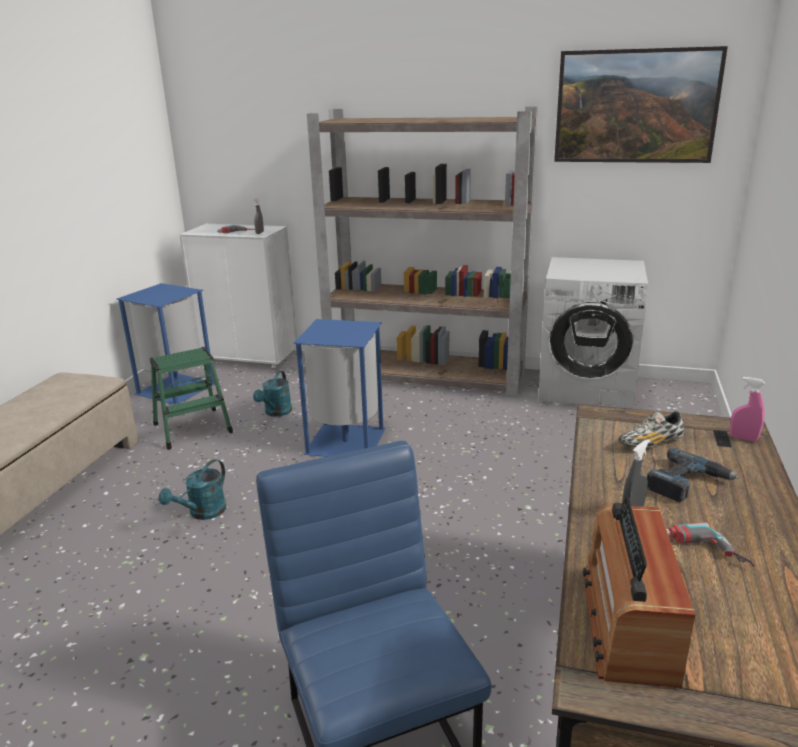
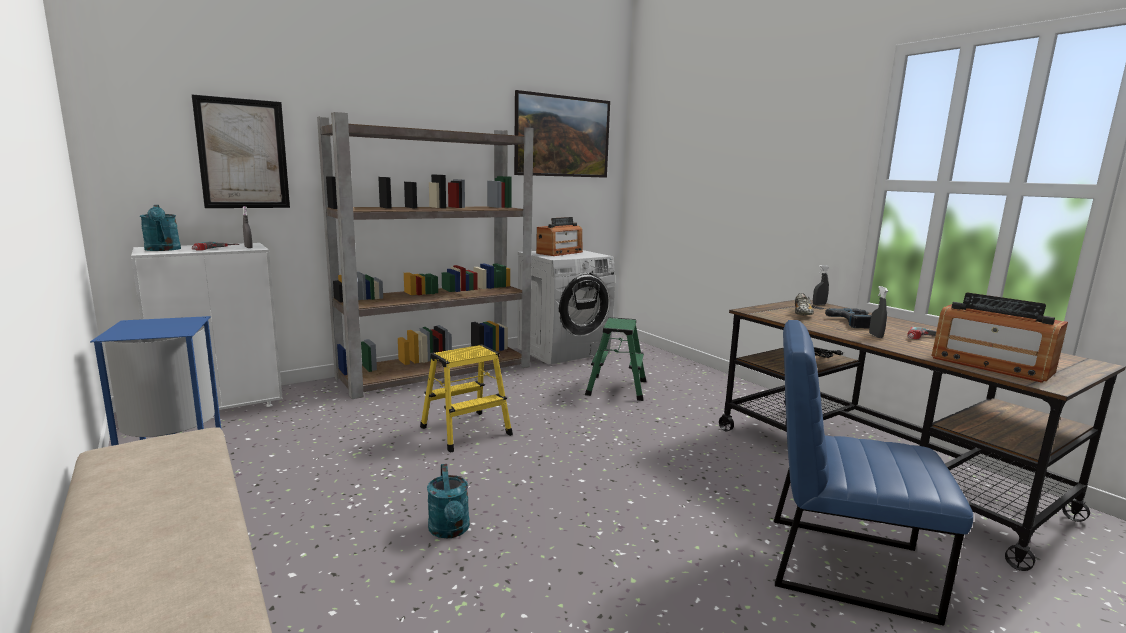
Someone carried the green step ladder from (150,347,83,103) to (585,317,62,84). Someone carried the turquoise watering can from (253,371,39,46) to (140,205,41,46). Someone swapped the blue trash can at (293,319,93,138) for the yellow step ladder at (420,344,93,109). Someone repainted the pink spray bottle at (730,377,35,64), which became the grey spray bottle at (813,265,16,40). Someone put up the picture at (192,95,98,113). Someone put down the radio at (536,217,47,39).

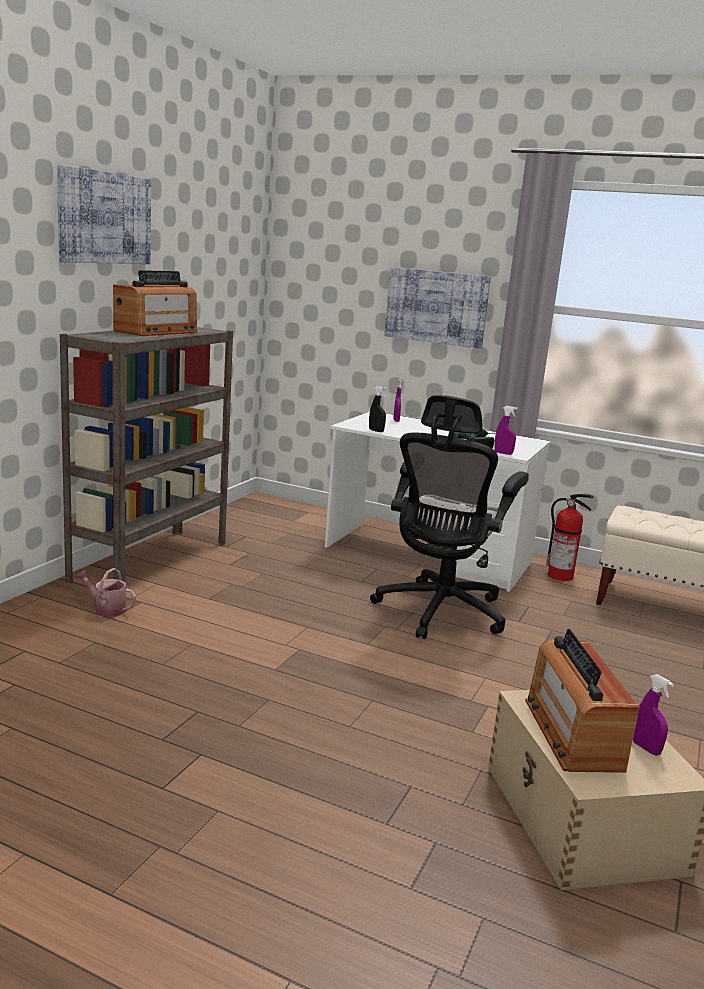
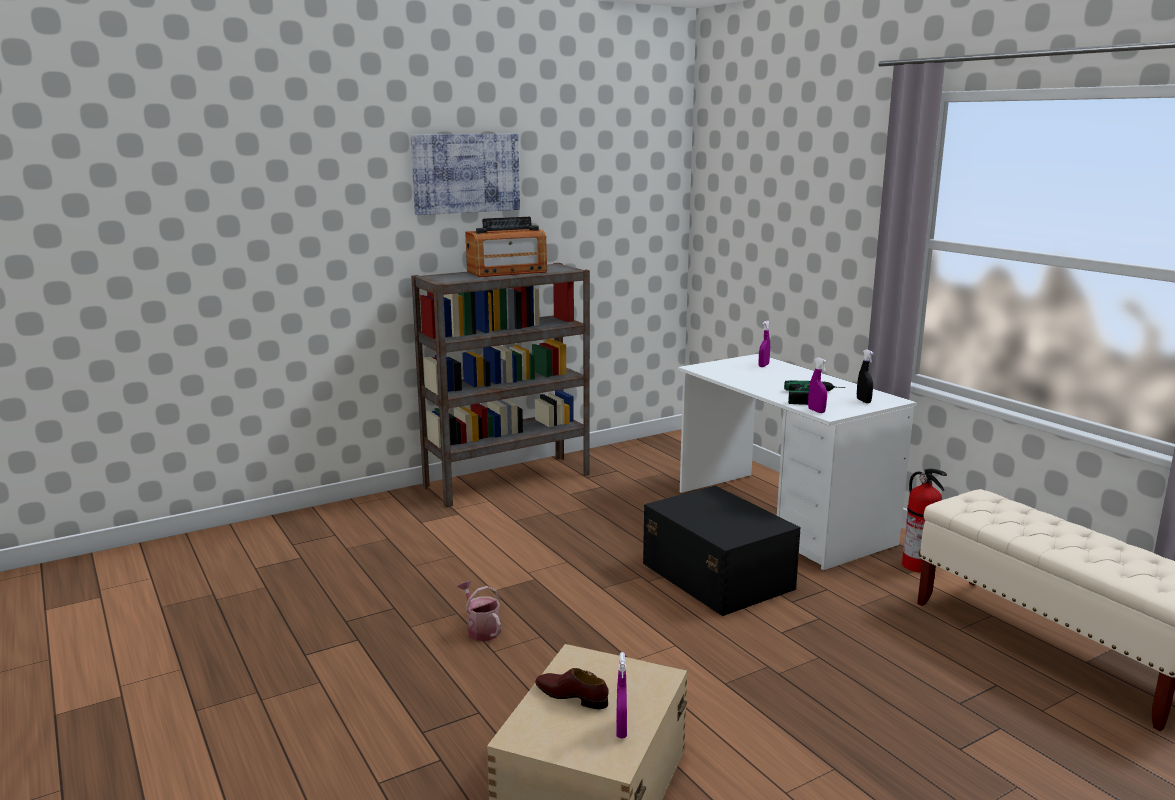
Someone carried the watering can from (76,568,60,49) to (458,581,43,60). Someone carried the black spray bottle from (369,386,18,46) to (857,349,17,54). Someone swapped the office chair at (370,395,159,244) for the black storage box at (643,485,158,131). Someone took away the picture at (384,267,107,82). Someone swapped the radio at (525,629,115,144) for the brown shoe at (535,668,74,41).

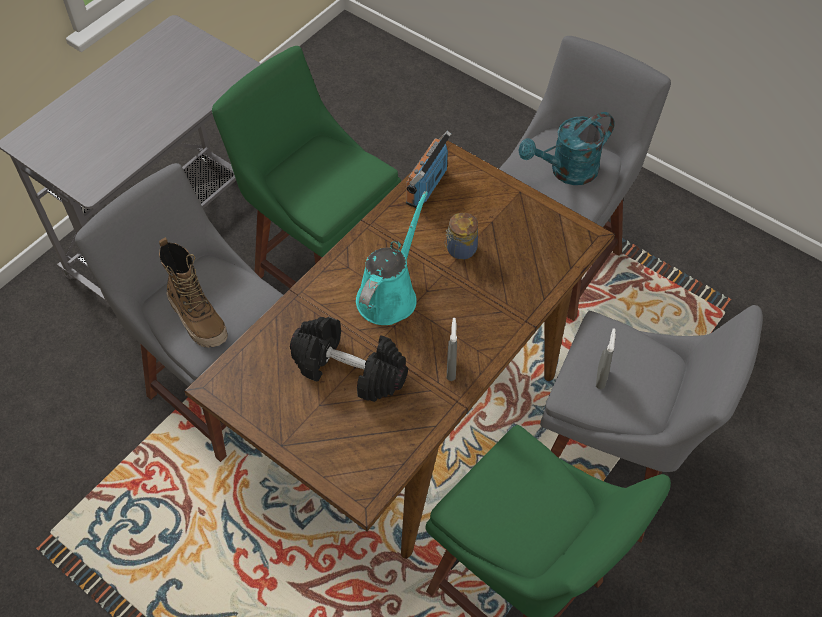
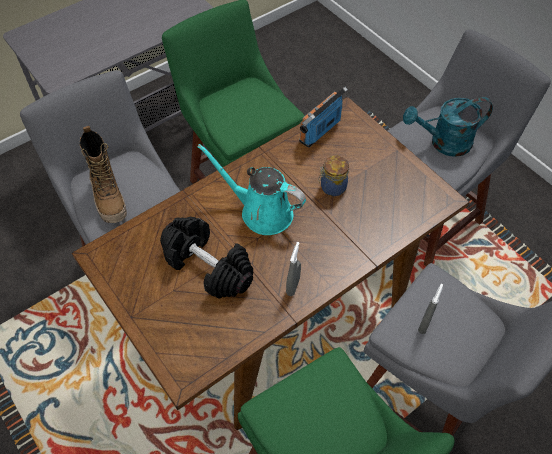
Someone rotated the turquoise watering can at (356,191,72,134) by 105 degrees counterclockwise.

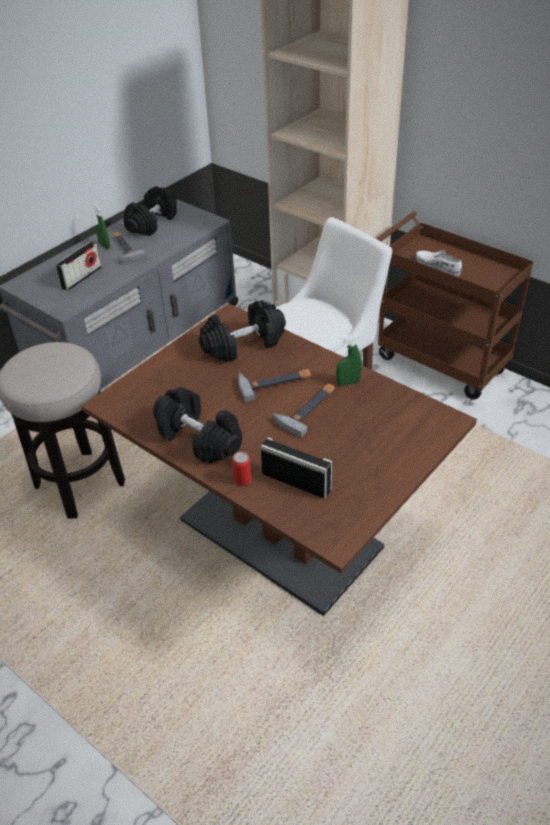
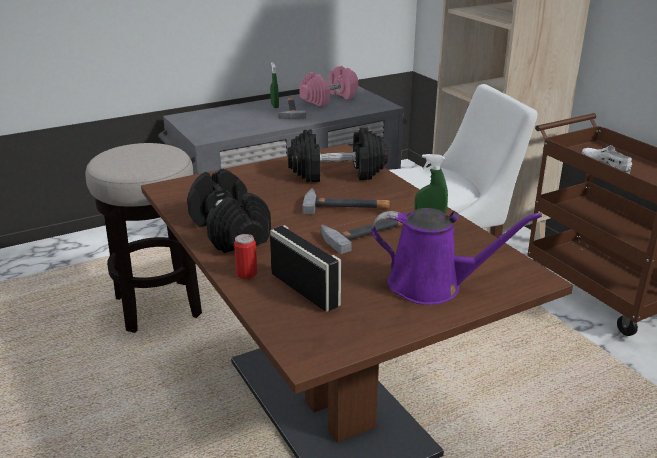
Someone took away the radio at (55,242,47,49). Someone repainted the black dumbbell at (123,186,54,50), which became the pink dumbbell at (299,66,59,40). Someone put down the purple watering can at (371,208,171,97).

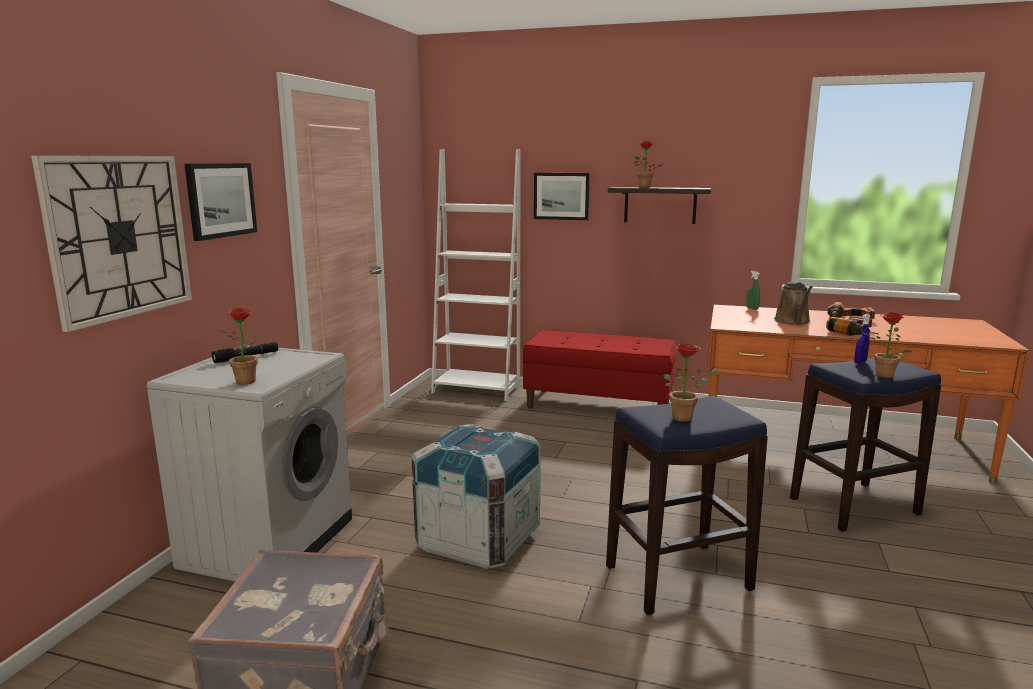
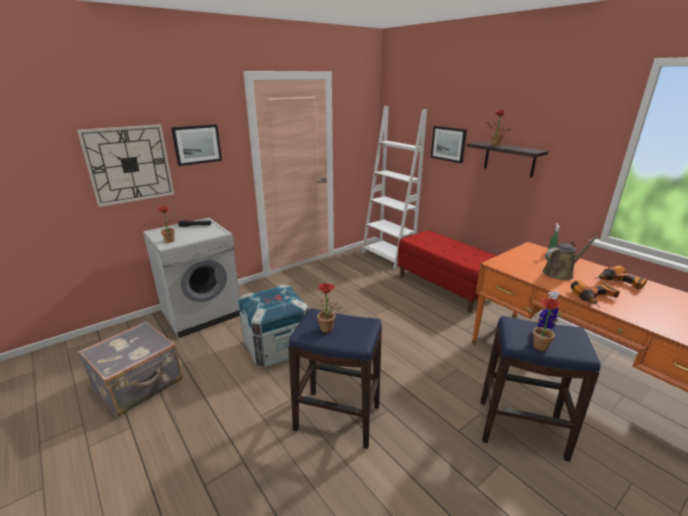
Someone rotated the brown watering can at (774,282,39,43) by 150 degrees counterclockwise.

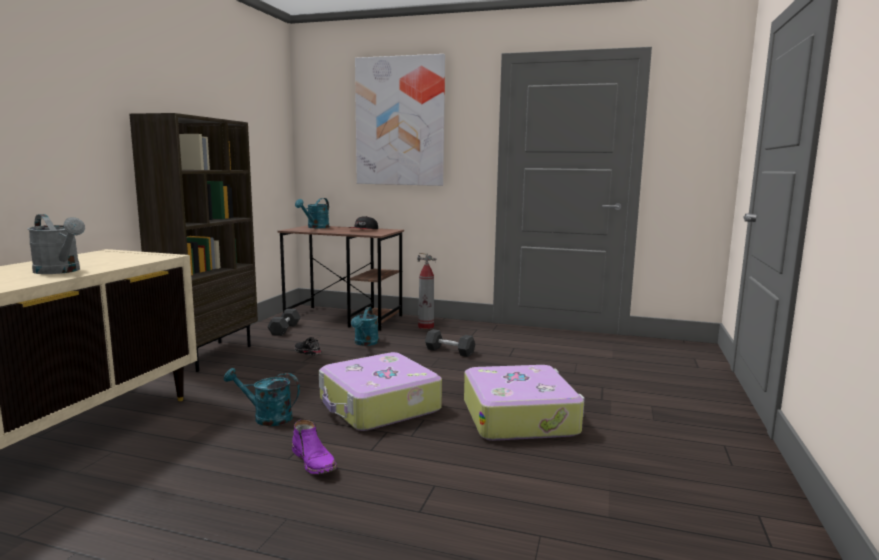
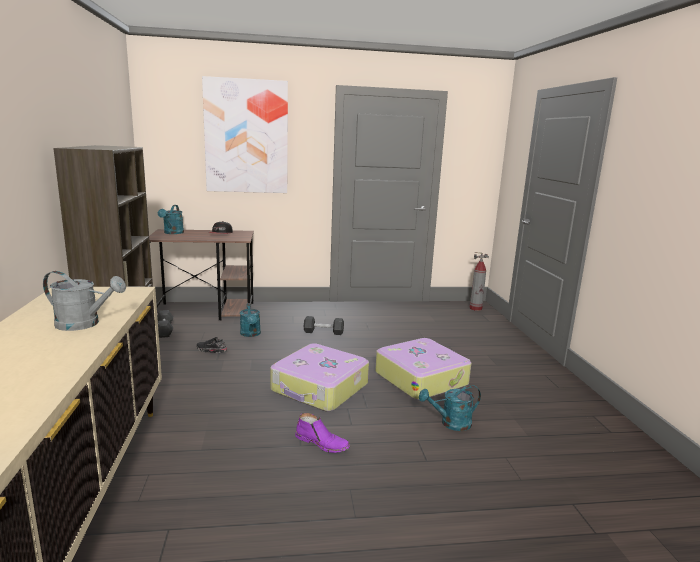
Someone carried the turquoise watering can from (224,368,76,58) to (419,385,62,46). Someone carried the fire extinguisher from (417,253,19,76) to (470,252,19,59).

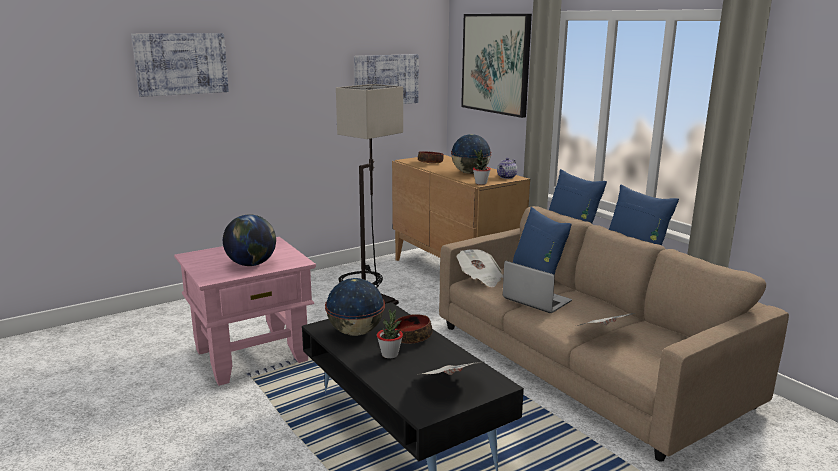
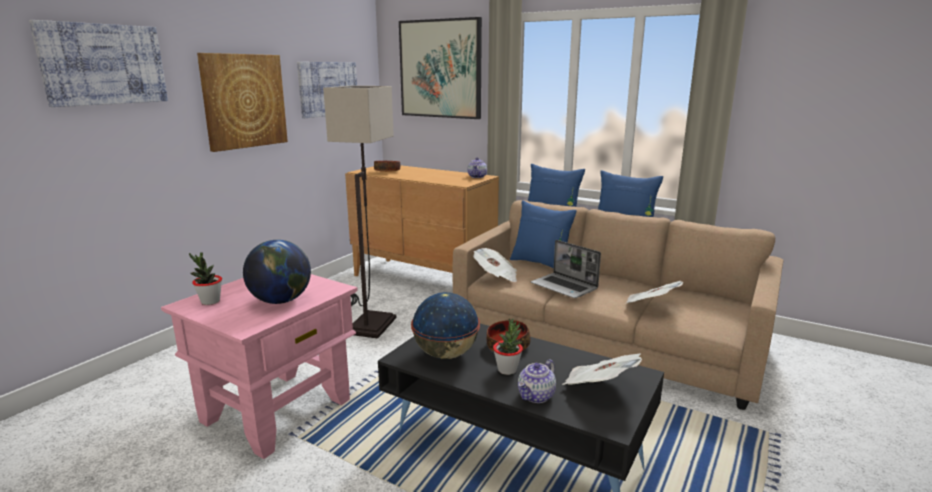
Someone took away the globe at (451,134,41,40). Someone carried the potted plant from (473,149,18,36) to (189,252,33,53). Someone rotated the laptop at (503,261,69,52) by 150 degrees counterclockwise. Someone put up the picture at (197,53,91,99). Someone put down the teapot at (518,359,38,44).

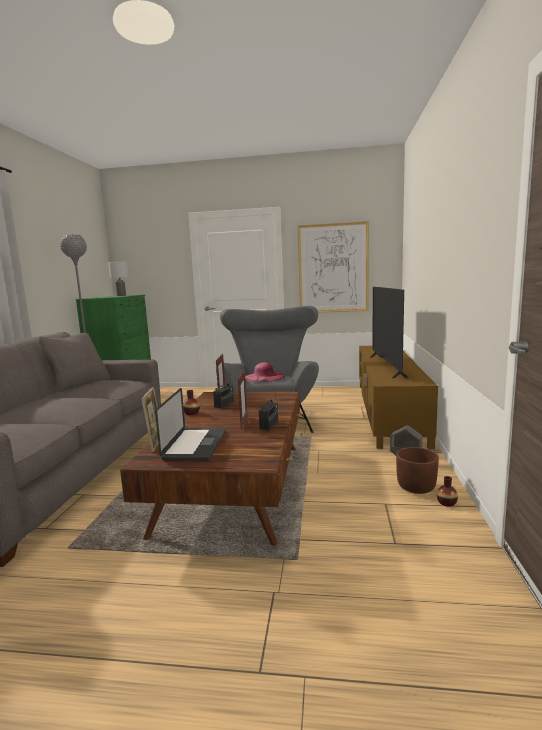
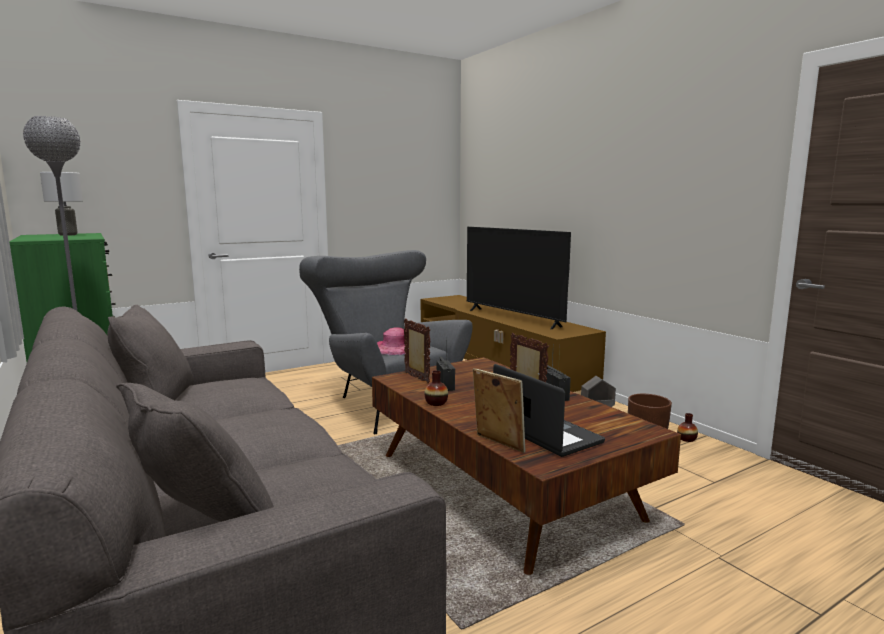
Someone took away the picture at (298,221,71,92).

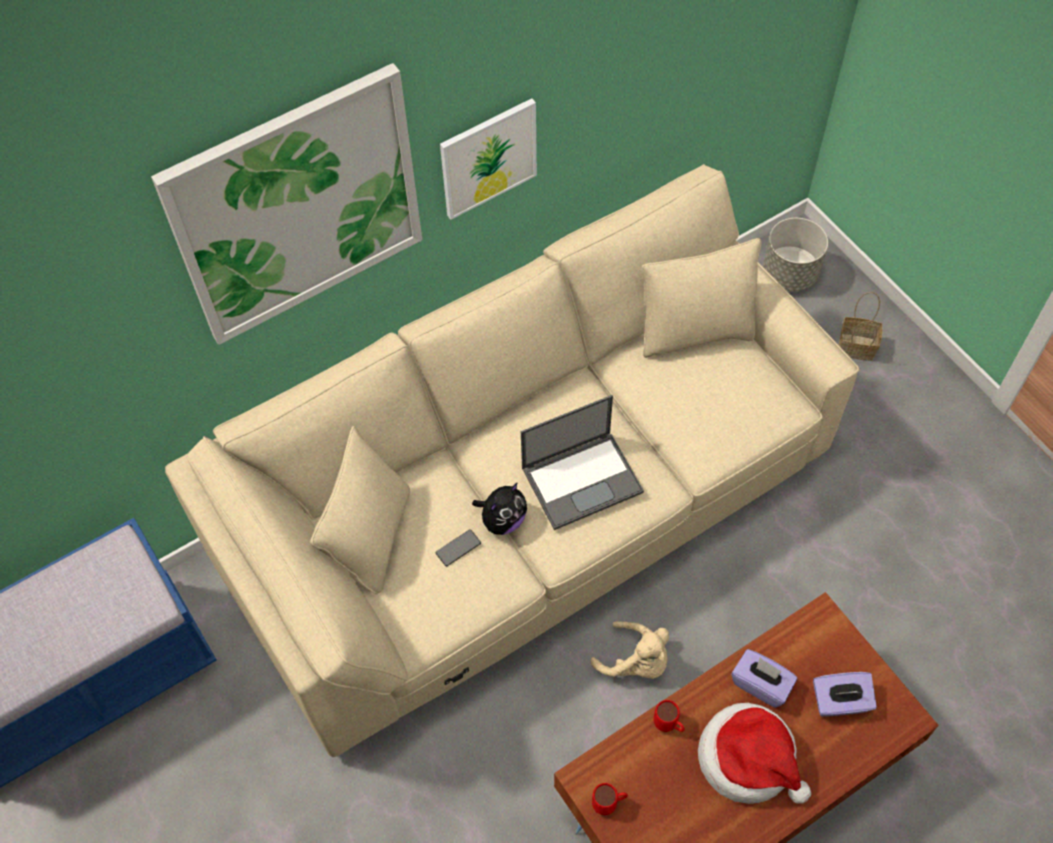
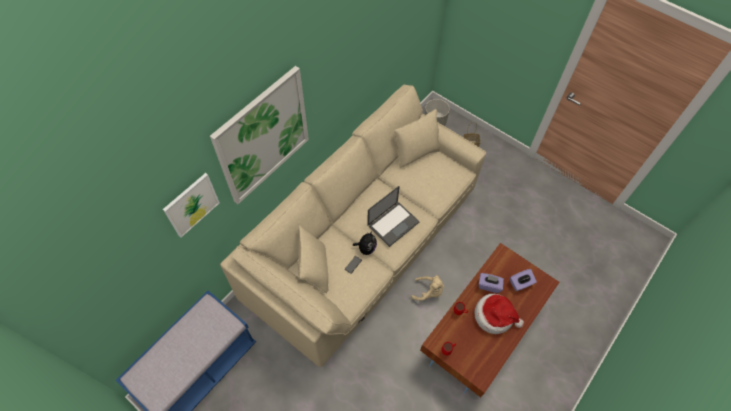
Someone carried the picture from (440,98,97,122) to (163,173,57,65).

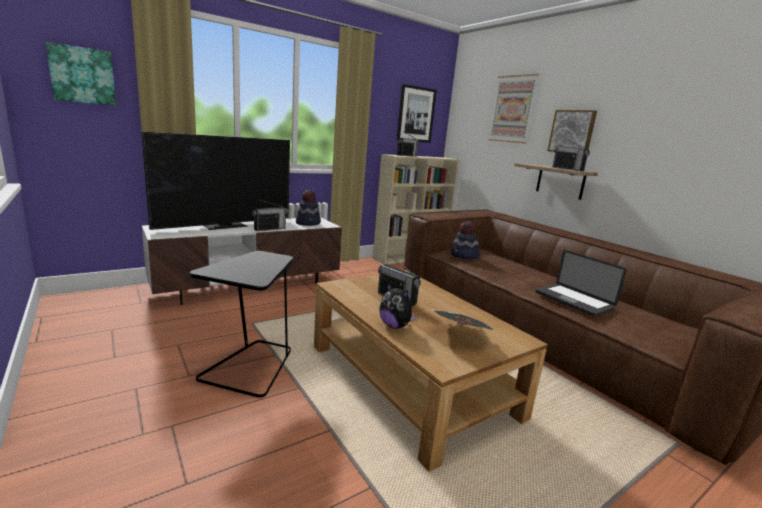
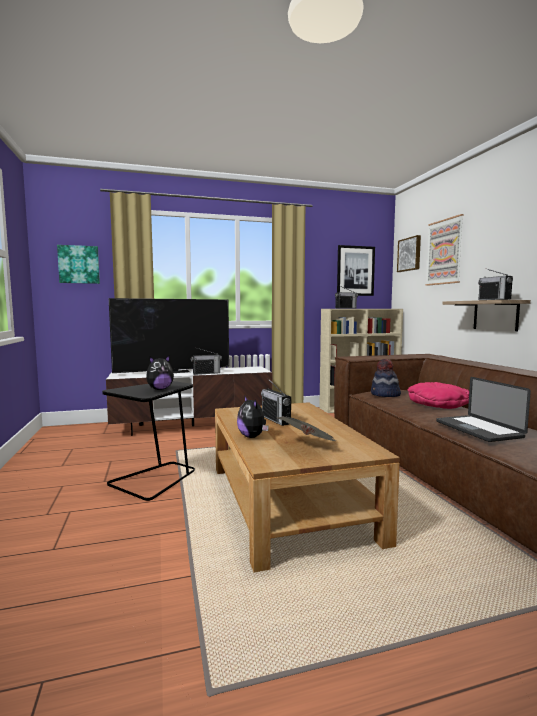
Someone took away the hat at (296,190,25,36). Someone carried the picture from (547,110,50,42) to (397,235,24,37). Someone put down the plush toy at (146,355,28,35). Someone put down the pink pillow at (408,382,61,27).

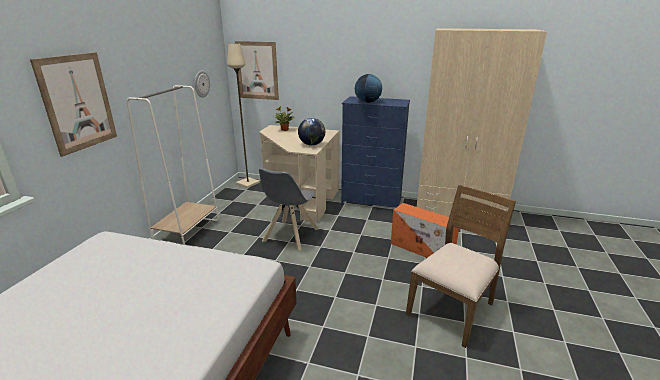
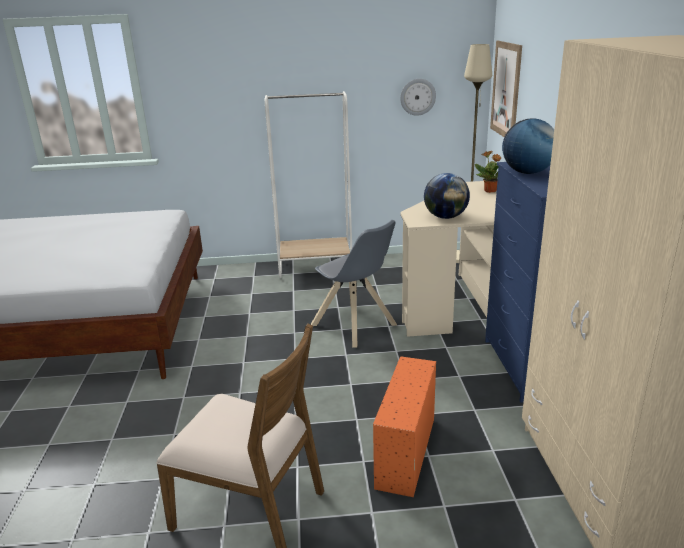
Someone took away the picture at (30,52,87,105). Someone rotated the grey chair at (259,168,60,83) by 135 degrees counterclockwise.

